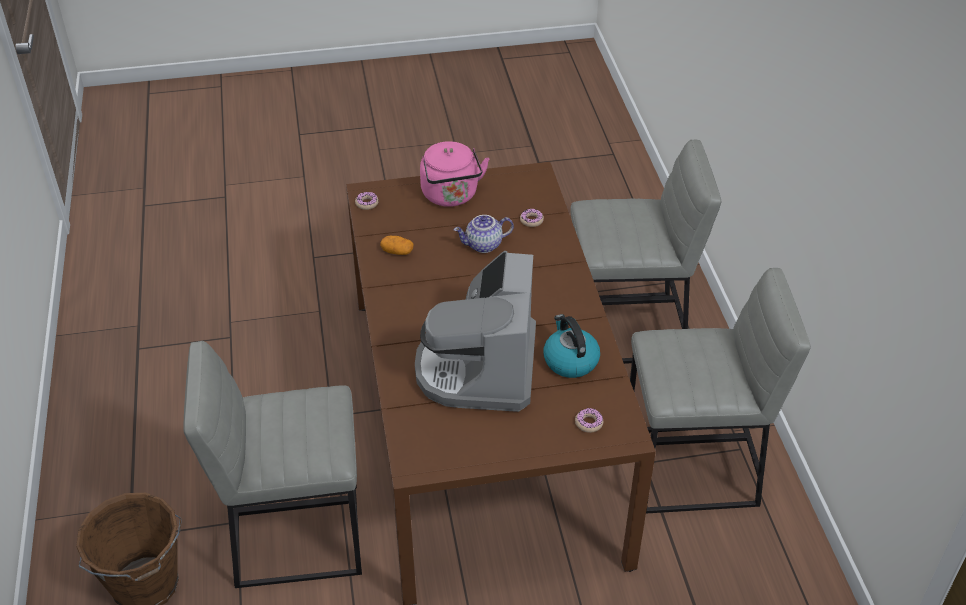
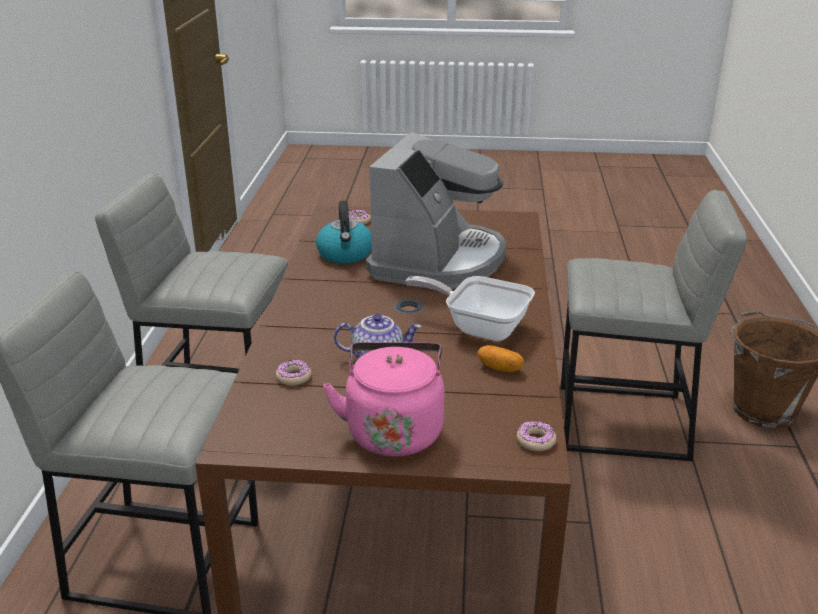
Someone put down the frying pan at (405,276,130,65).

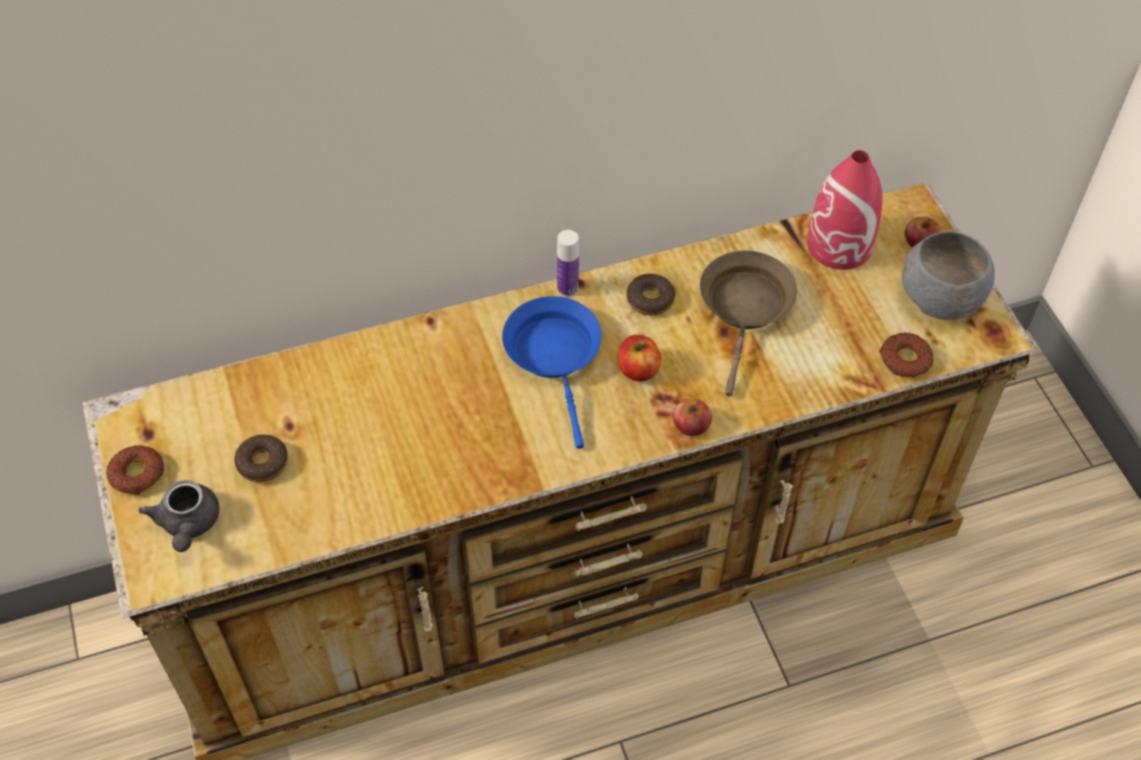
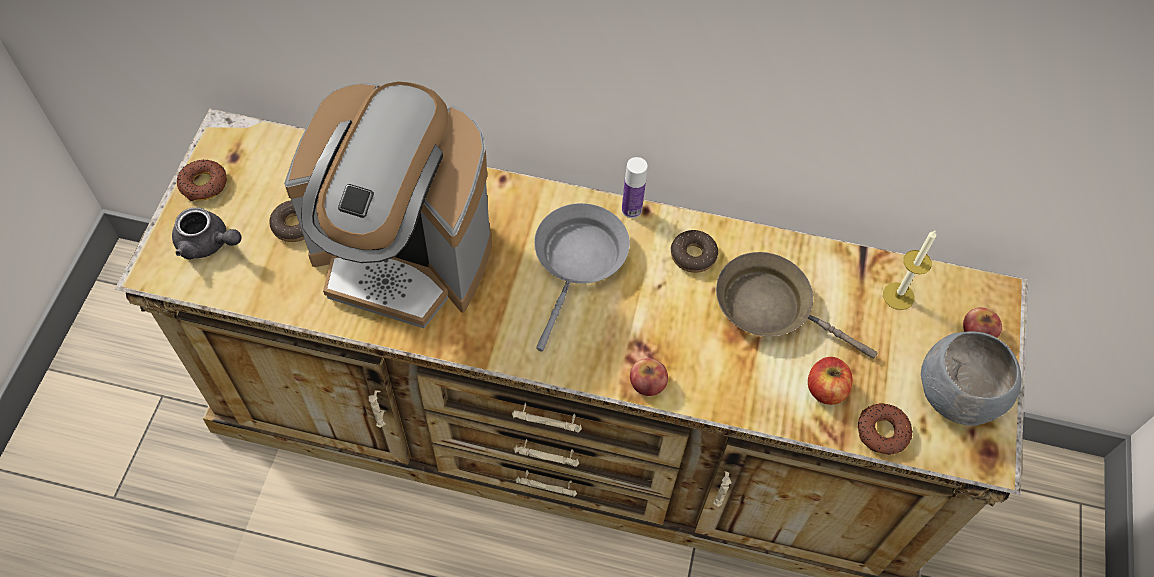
Someone rotated the grey teapot at (139,480,80,72) by 90 degrees counterclockwise. Someone repainted the blue frying pan at (502,296,100,153), which became the grey frying pan at (534,203,96,149). Someone carried the apple from (618,335,43,47) to (808,357,44,48). Someone rotated the brown frying pan at (700,251,97,145) by 105 degrees counterclockwise. Someone swapped the red vase at (807,150,75,120) for the candle at (883,231,53,79). Someone put down the coffee machine at (284,81,208,247).

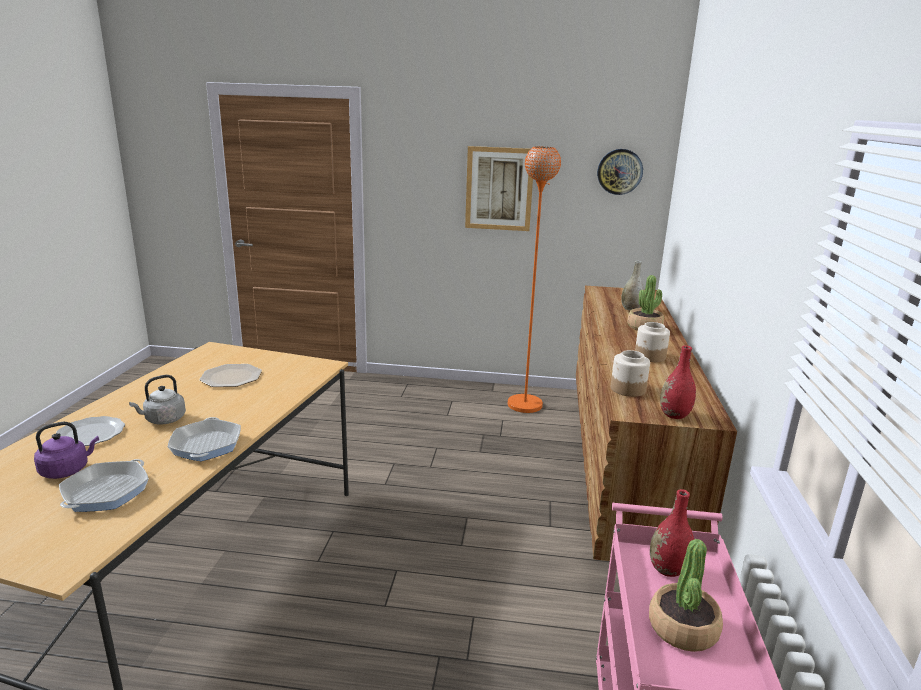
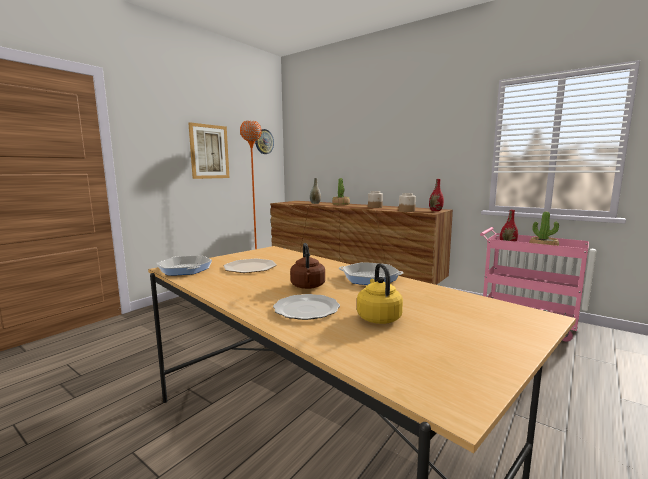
Someone repainted the purple kettle at (34,422,65,57), which became the yellow kettle at (357,263,46,61). Someone carried the frying pan from (59,459,90,53) to (156,256,56,20). Someone repainted the grey kettle at (129,375,57,50), which became the brown kettle at (290,243,35,46).

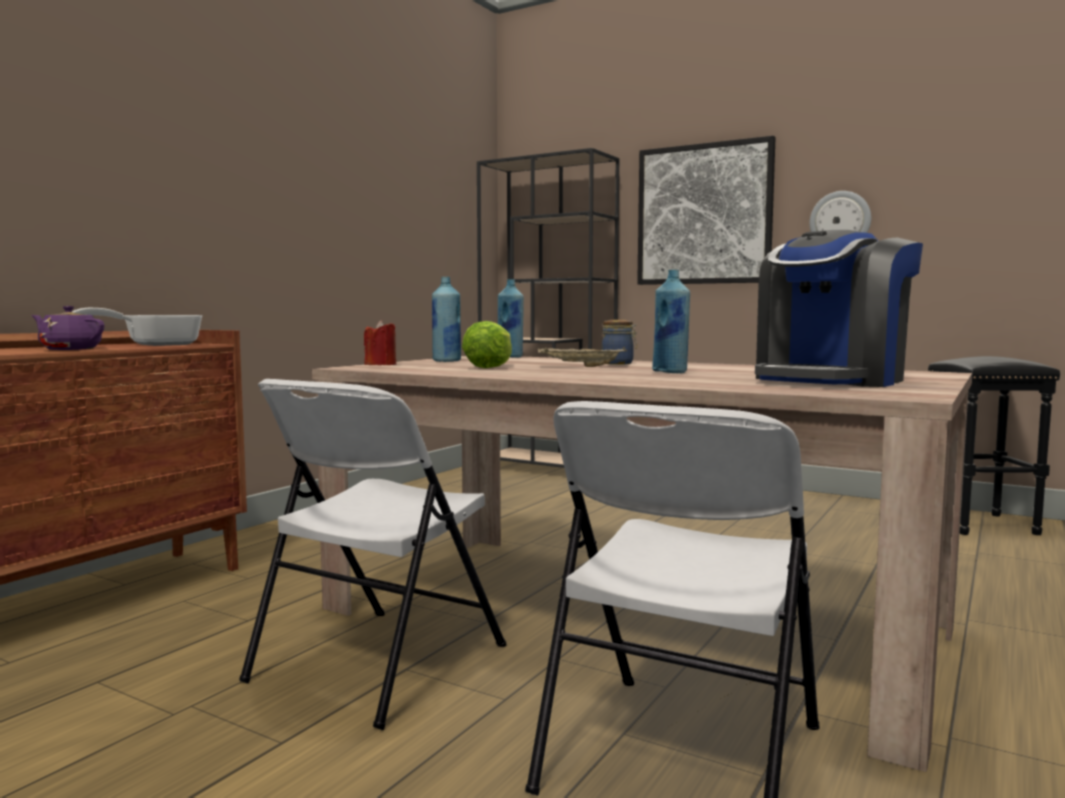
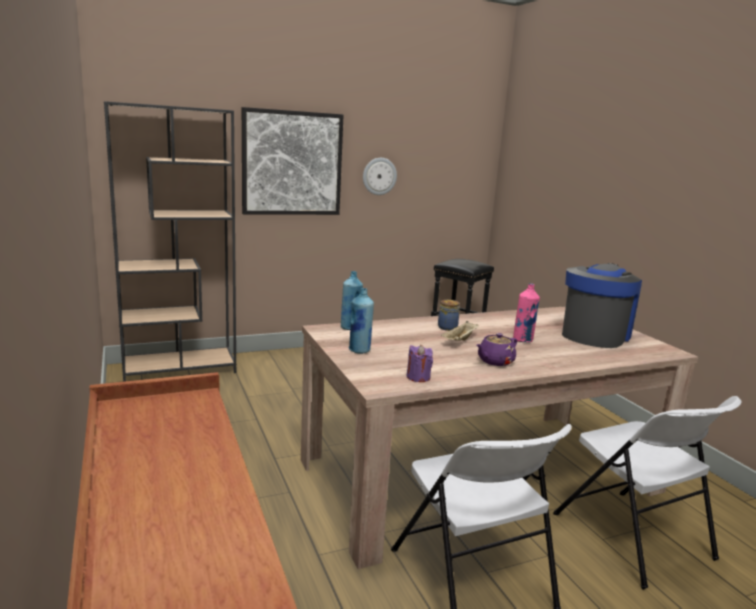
Someone carried the purple teapot from (31,306,73,44) to (477,333,40,33). Someone took away the frying pan at (72,308,131,38). Someone took away the red candle at (364,320,32,45). Someone took away the lettuce at (462,321,50,47). Someone repainted the blue bottle at (652,270,38,103), which became the pink bottle at (513,283,27,60). Someone rotated the coffee machine at (755,230,168,157) by 135 degrees counterclockwise. Someone put down the purple candle at (407,345,26,37).

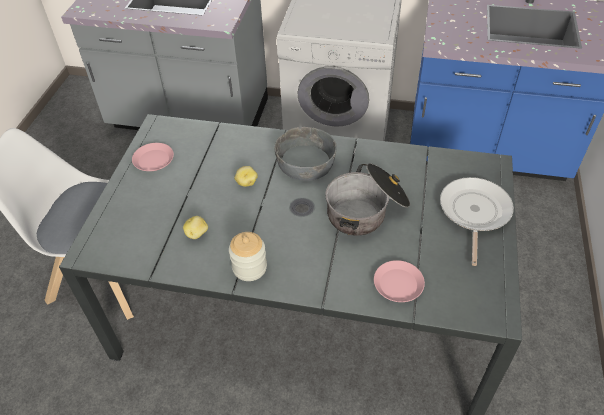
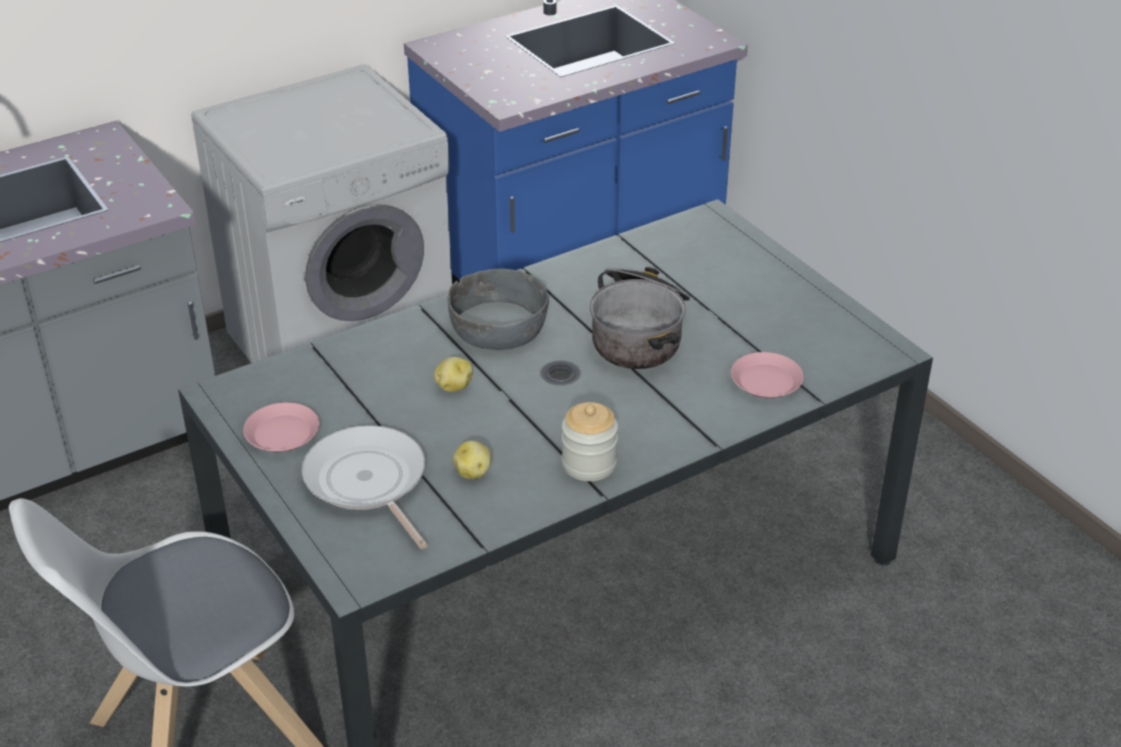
Someone carried the frying pan from (440,177,74,89) to (302,425,126,124).

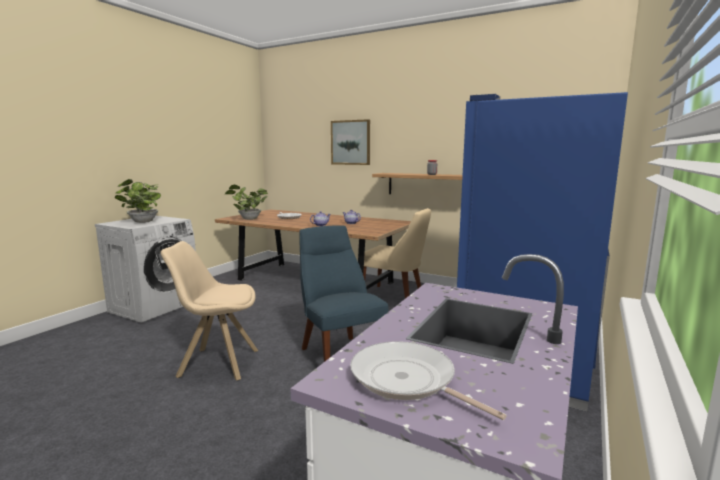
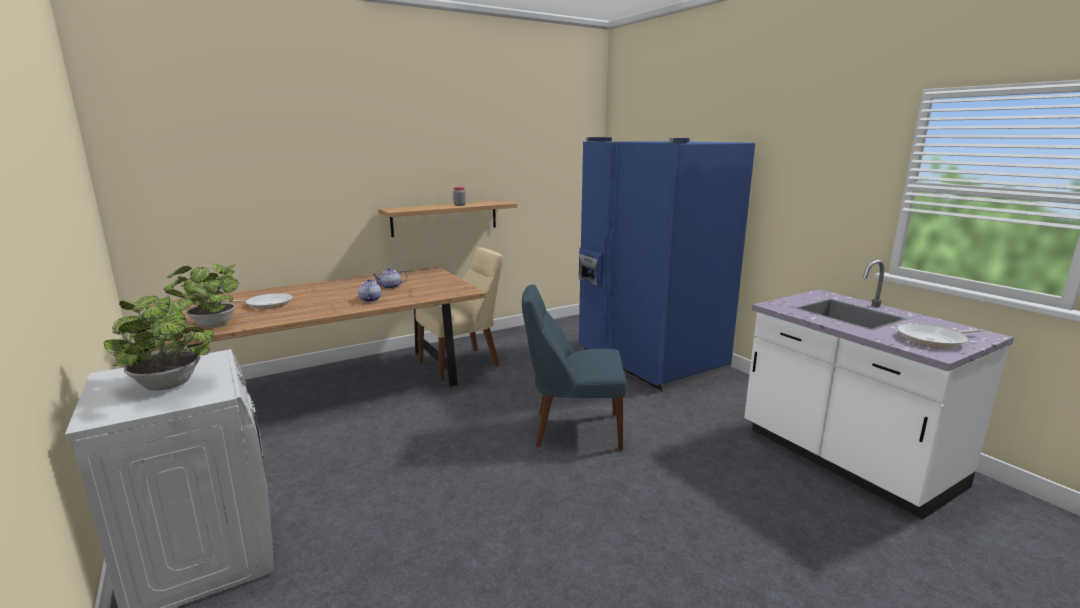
Someone took away the beige chair at (161,241,97,140). Someone took away the picture at (331,119,39,46).

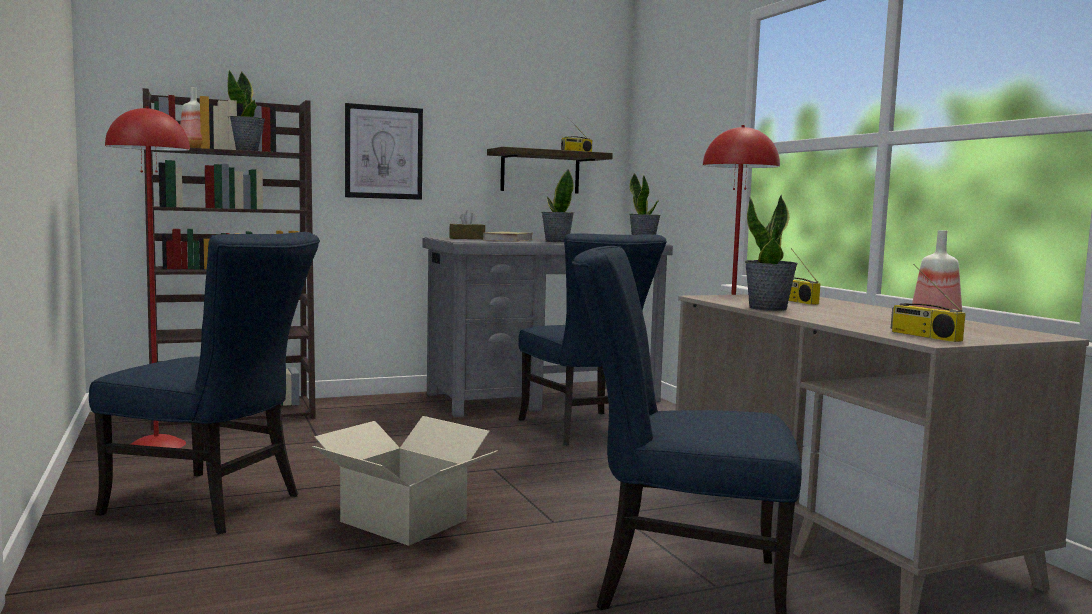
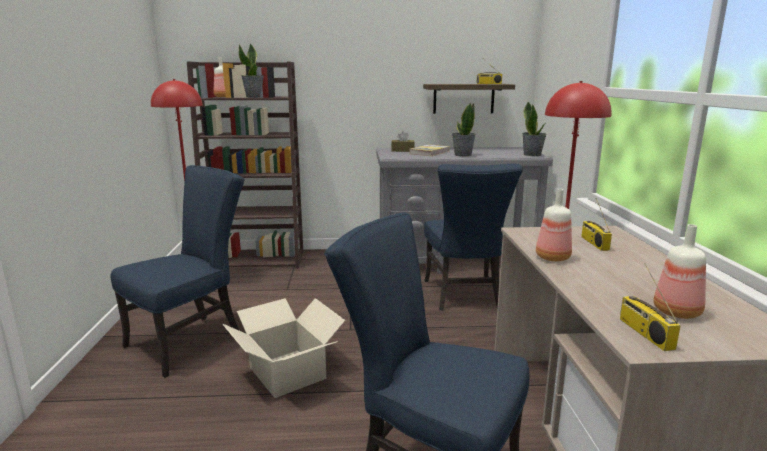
Someone rotated the blue chair at (89,232,231,302) by 90 degrees counterclockwise. Someone took away the picture at (345,103,78,97). Someone swapped the potted plant at (745,195,53,116) for the bottle at (536,189,36,72).

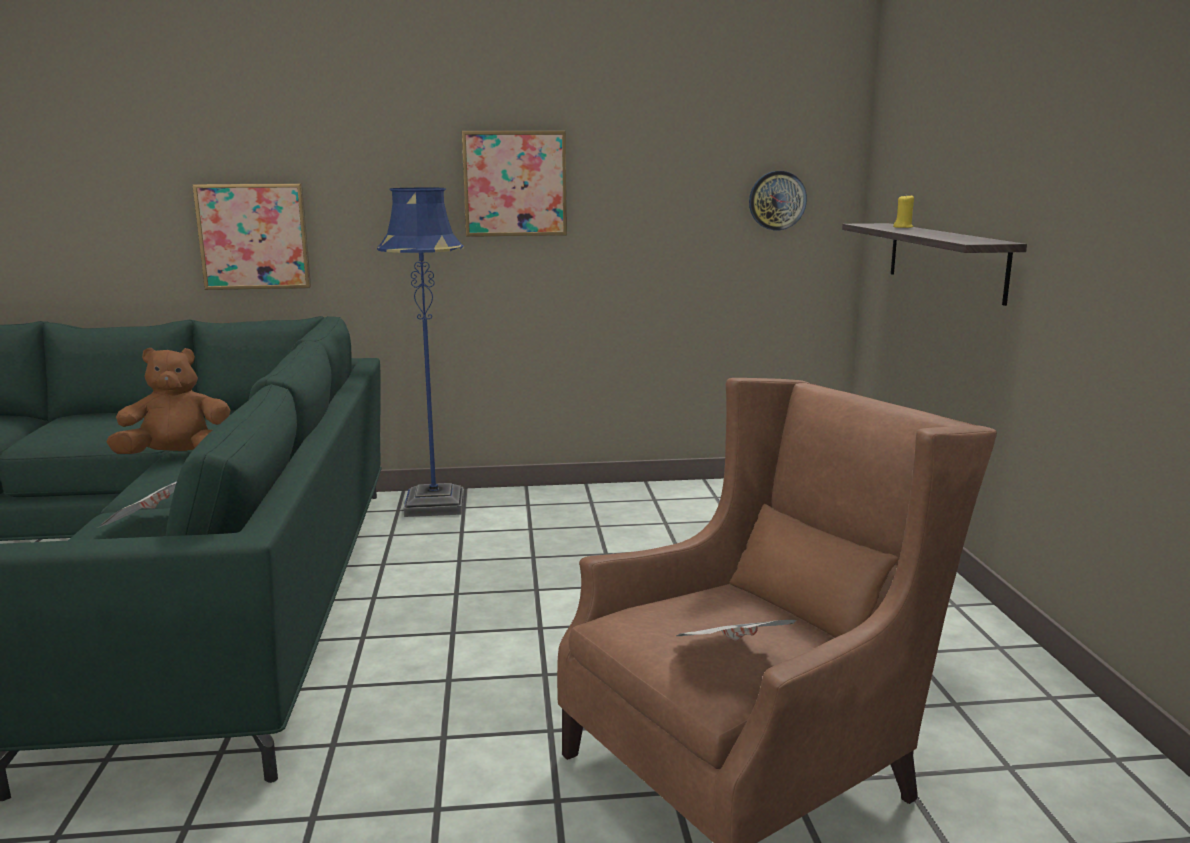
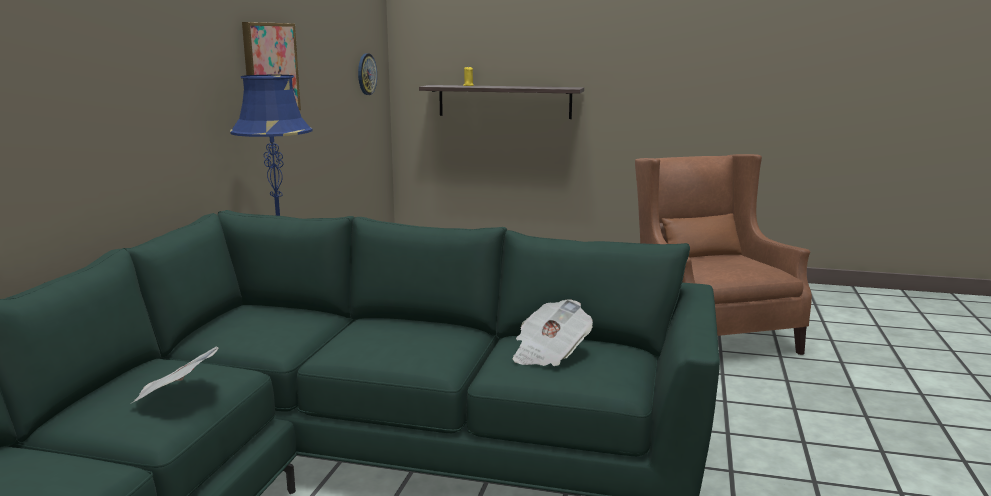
Someone took away the brown plush toy at (107,348,123,106). Someone took away the picture at (192,184,119,106). Someone carried the newspaper from (677,620,119,21) to (130,346,89,58).

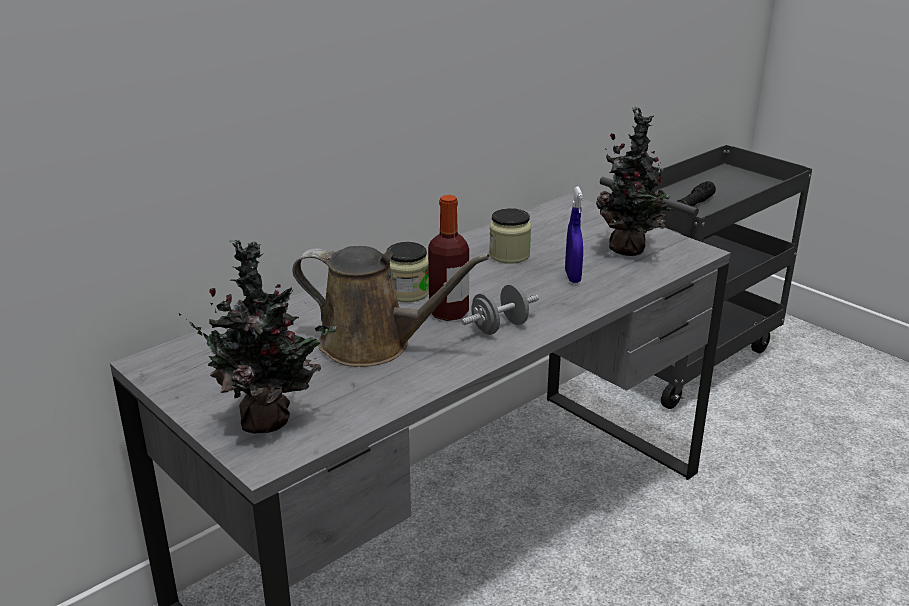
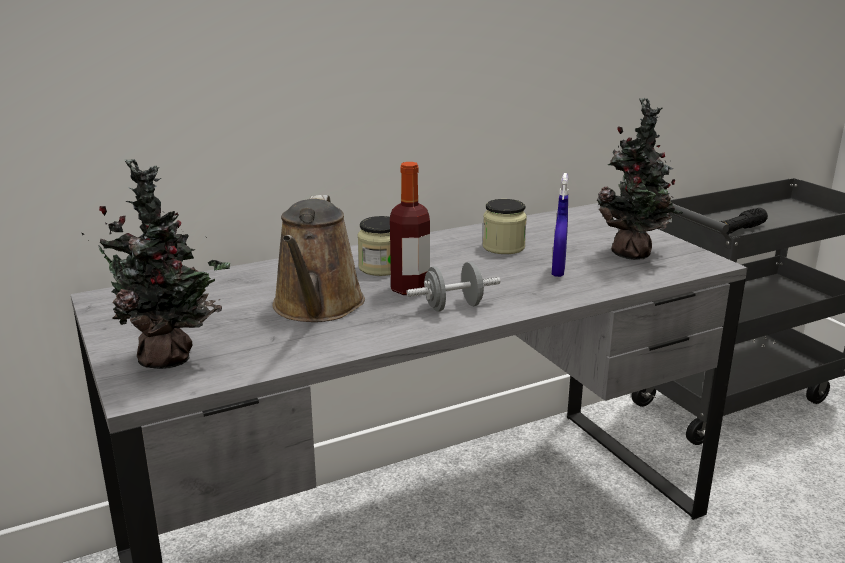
Someone rotated the brown watering can at (292,246,198,121) by 60 degrees clockwise.

